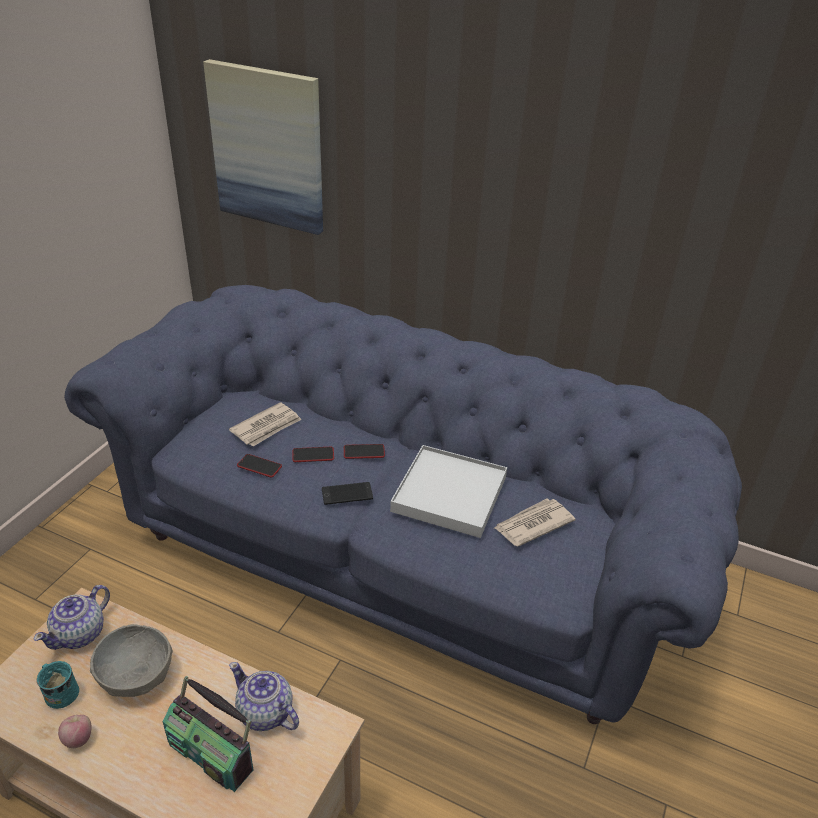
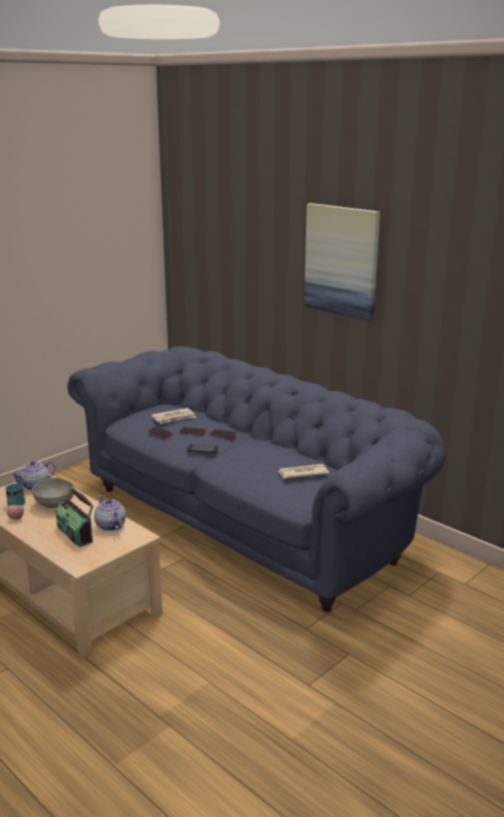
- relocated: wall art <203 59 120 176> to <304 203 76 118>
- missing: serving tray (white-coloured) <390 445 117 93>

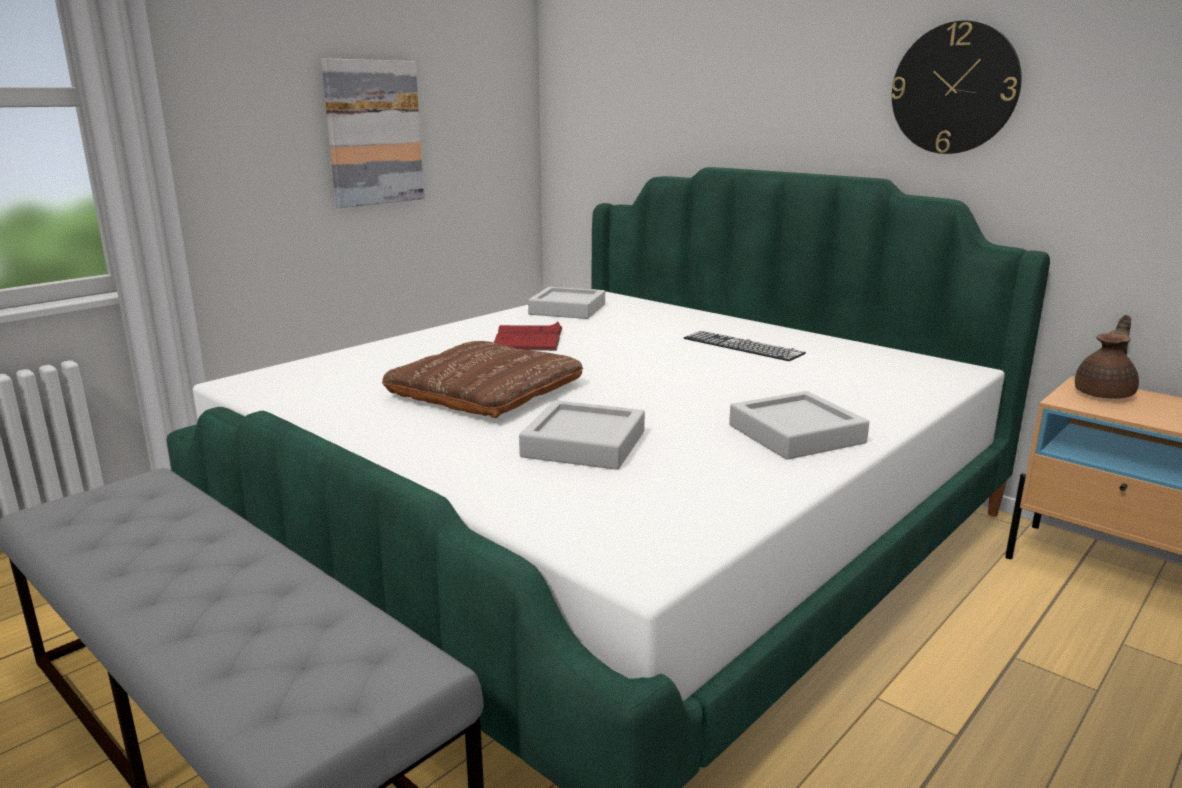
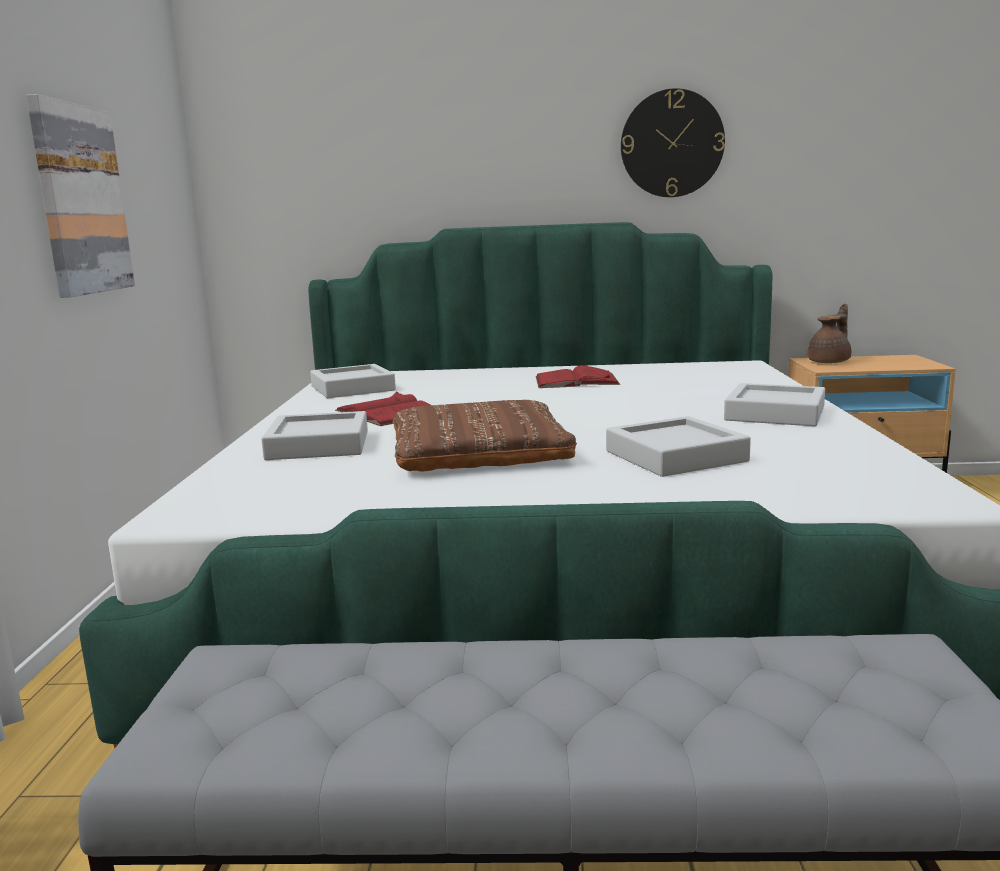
- spun: tea pot (brown-coloured) <1075 315 64 84> = <807 304 44 59> 45 degrees clockwise
- exchanged: keyboard <684 331 122 30> to bound book (red-coloured) <536 365 84 23>
- appeared: serving tray (gray) <261 411 107 49>

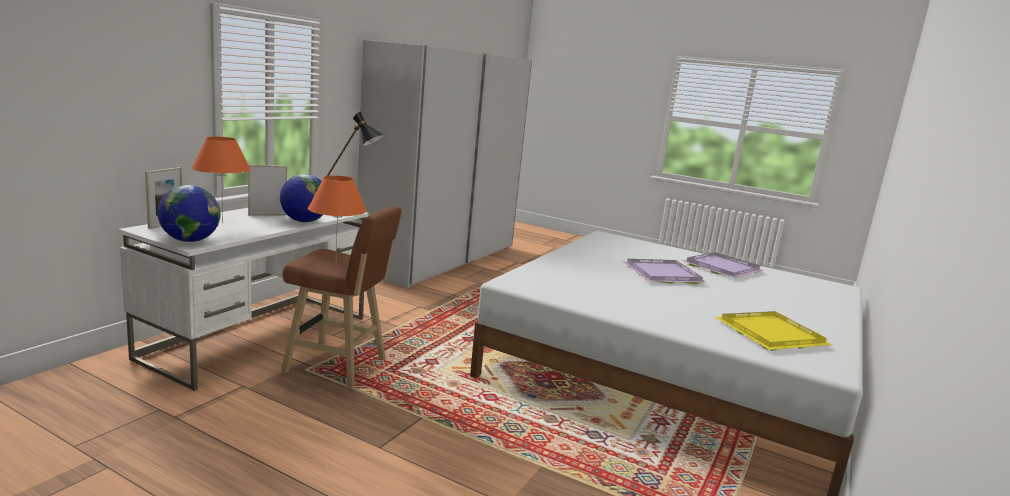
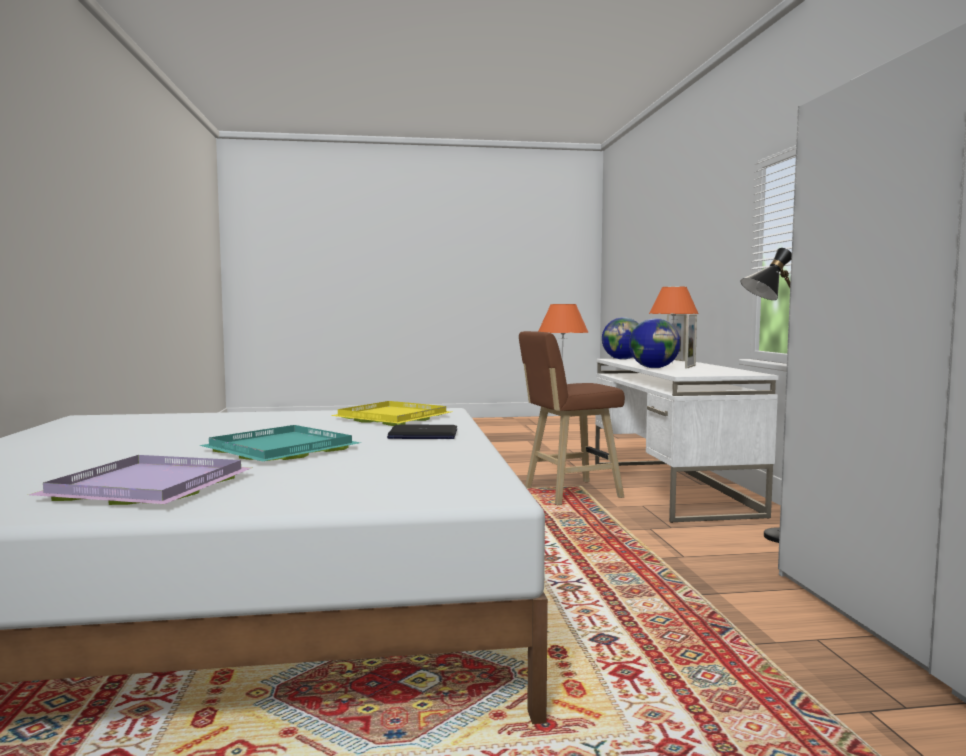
- colour: serving tray (purple) <622 259 85 25> to serving tray (blue-green) <199 425 161 37>
- relocated: serving tray (yellowish) <715 311 117 40> to <330 401 121 25>
- appeared: portable computer <387 425 70 14>

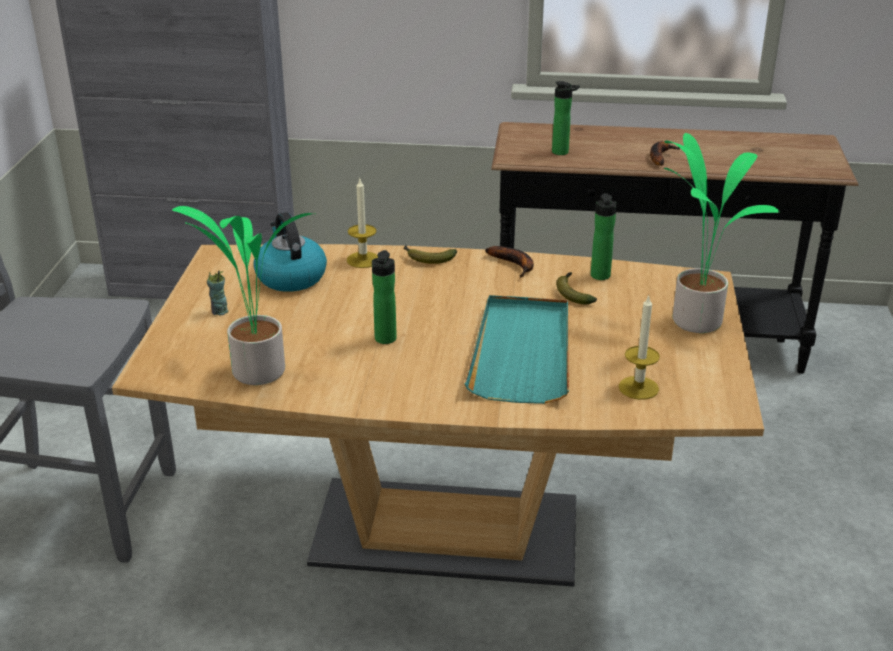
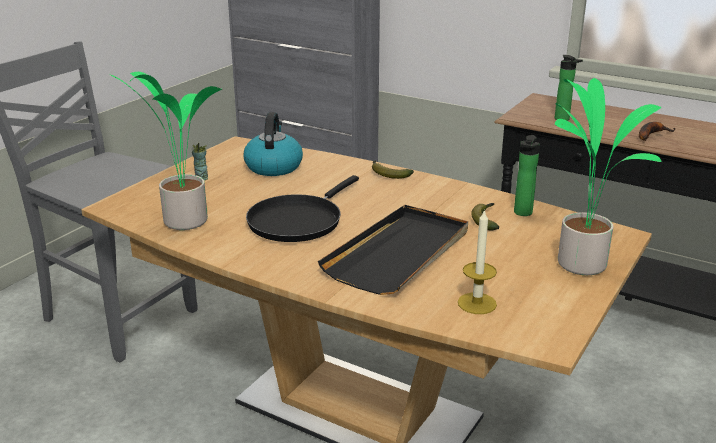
- missing: wax candle <347 179 31 89>
- missing: whole banana <485 246 49 32>
- exchanged: drink bottle <372 250 25 94> to pan (blackish) <246 175 113 67>
- colour: serving tray (blue-green) <465 295 104 109> to serving tray (blackish) <318 205 150 90>

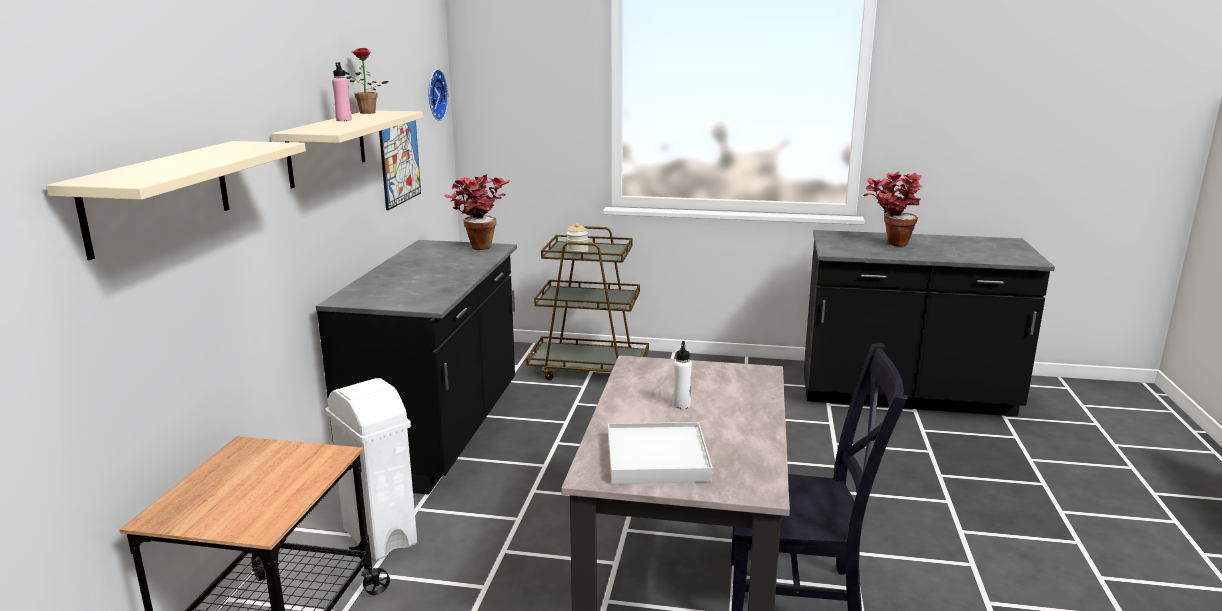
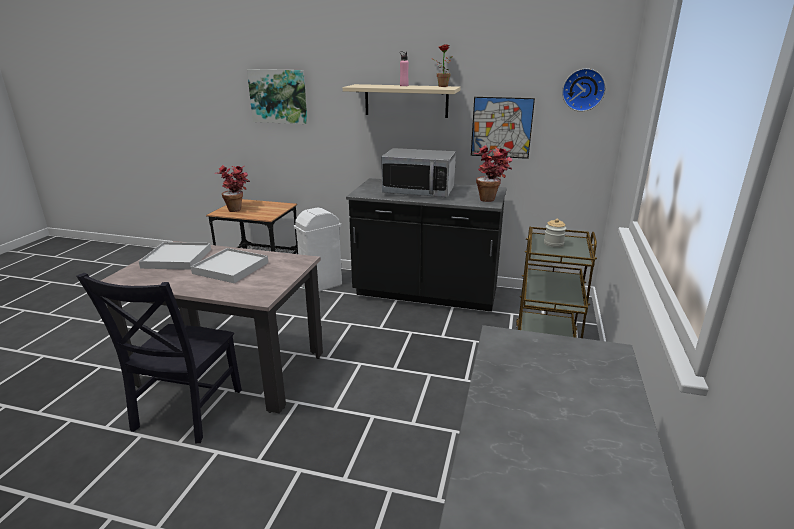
- exchanged: wall shelf (sand-coloured) <46 141 260 119> to wall art <247 69 61 55>
- relocated: potted plant <863 172 60 75> to <214 165 36 47>
- exchanged: drink bottle (white-coloured) <672 341 20 68> to serving tray (white-coloured) <191 248 77 35>
- appeared: microwave oven <381 148 75 49>

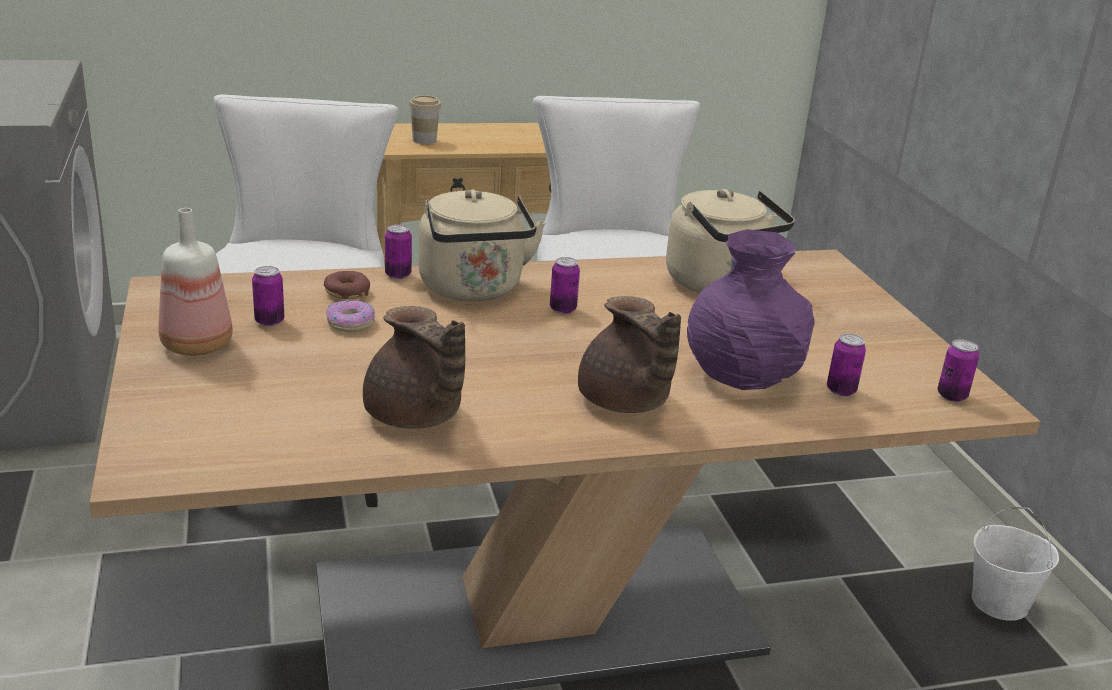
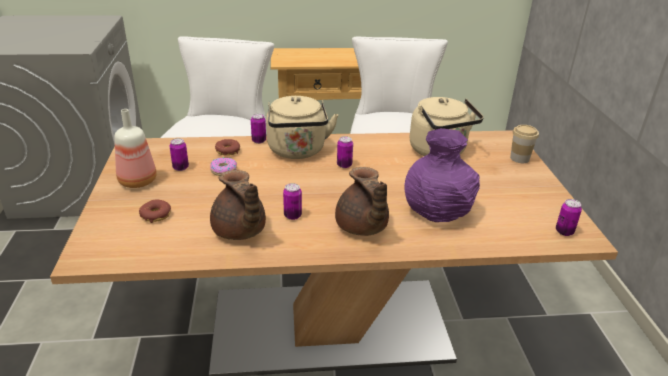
- relocated: cup <409 95 32 49> to <510 125 29 38>
- relocated: sealed can <827 334 39 62> to <283 183 19 37>
- missing: pail (white-coloured) <972 507 87 114>
- appeared: ring doughnut <139 199 32 24>

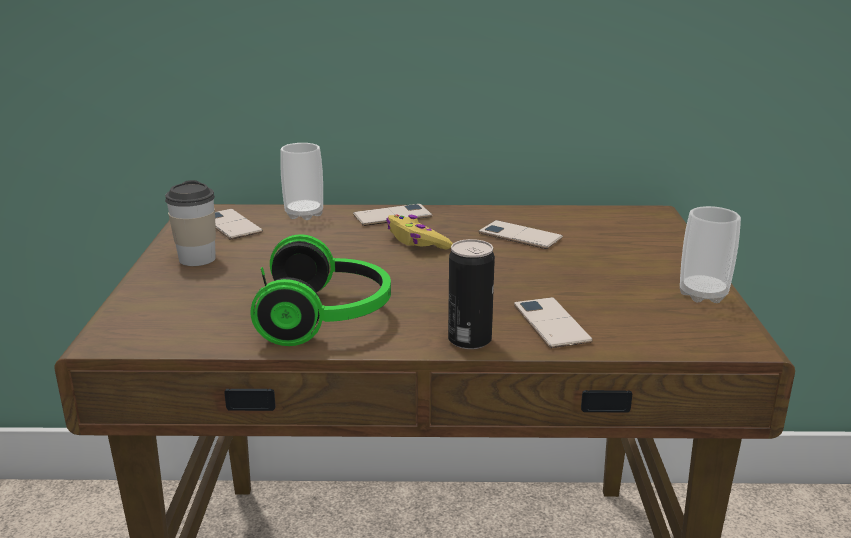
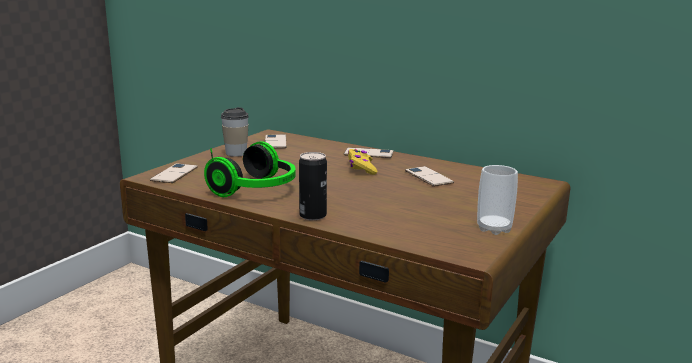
- missing: cup <280 143 43 77>
- relocated: phone <514 297 79 51> to <150 163 48 20>

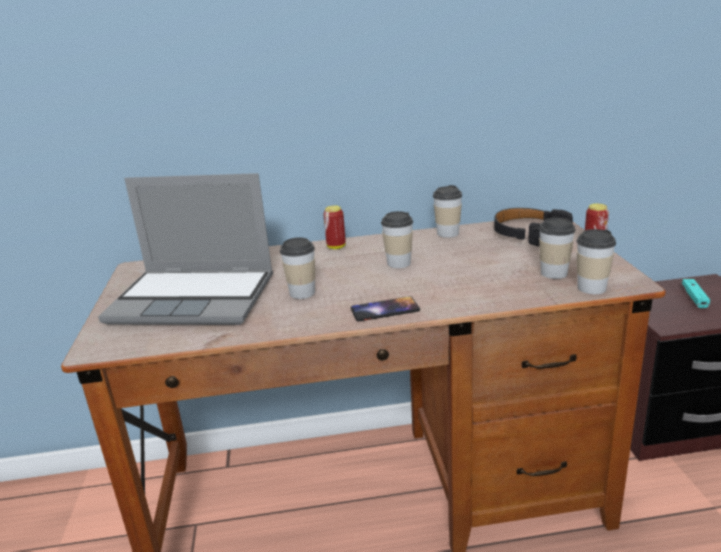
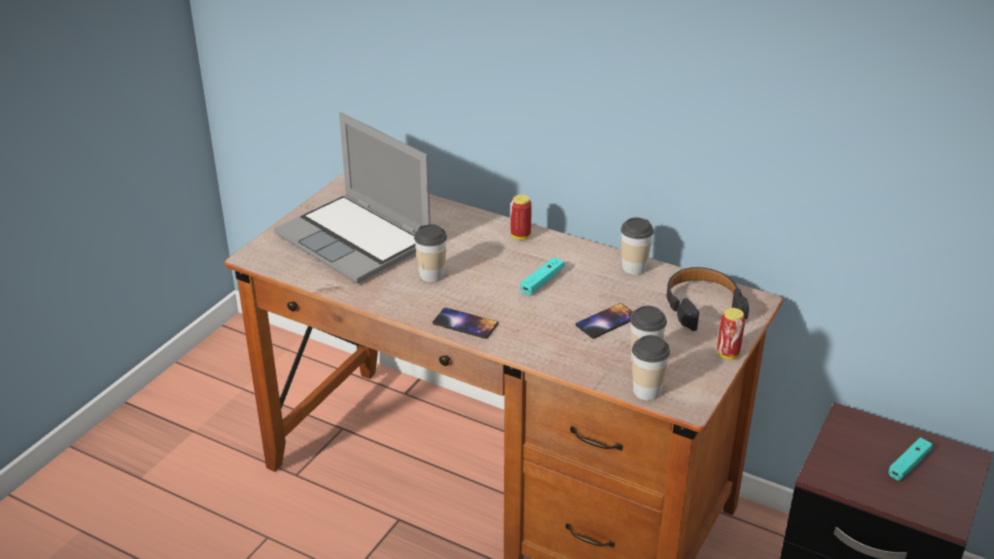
- exchanged: cup <381 211 32 57> to gamepad (blue-green) <520 257 45 38>
- appeared: phone <575 303 58 36>

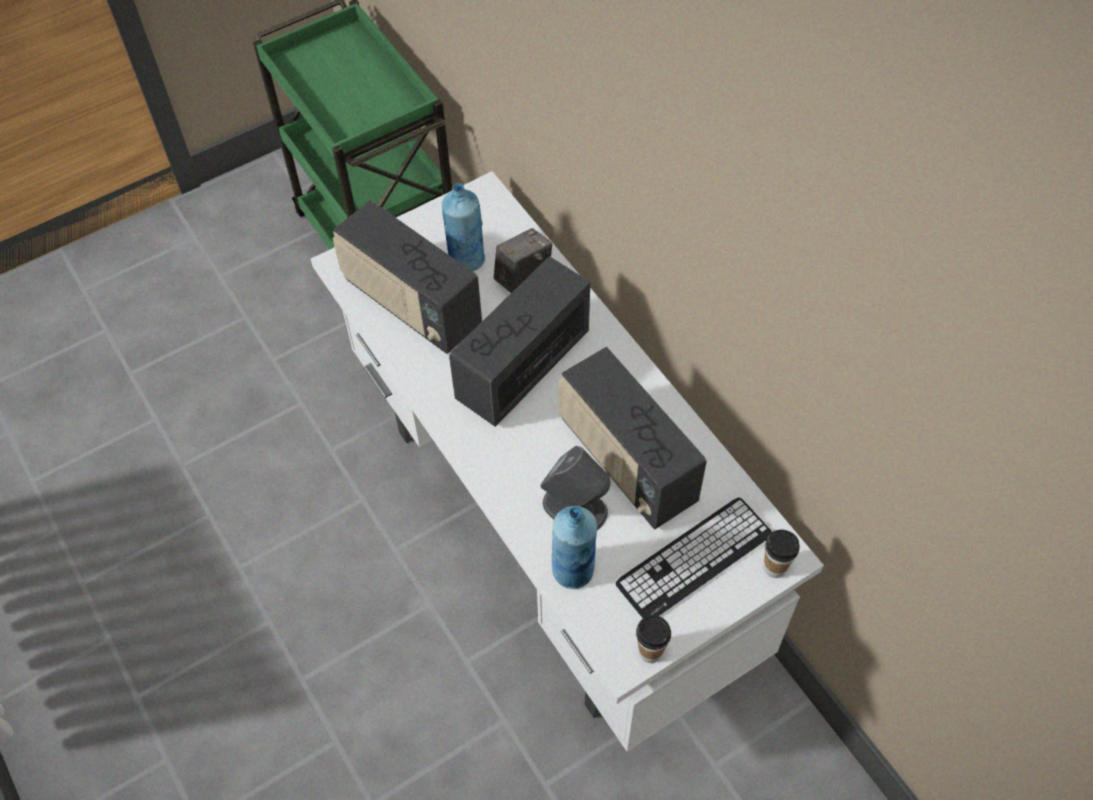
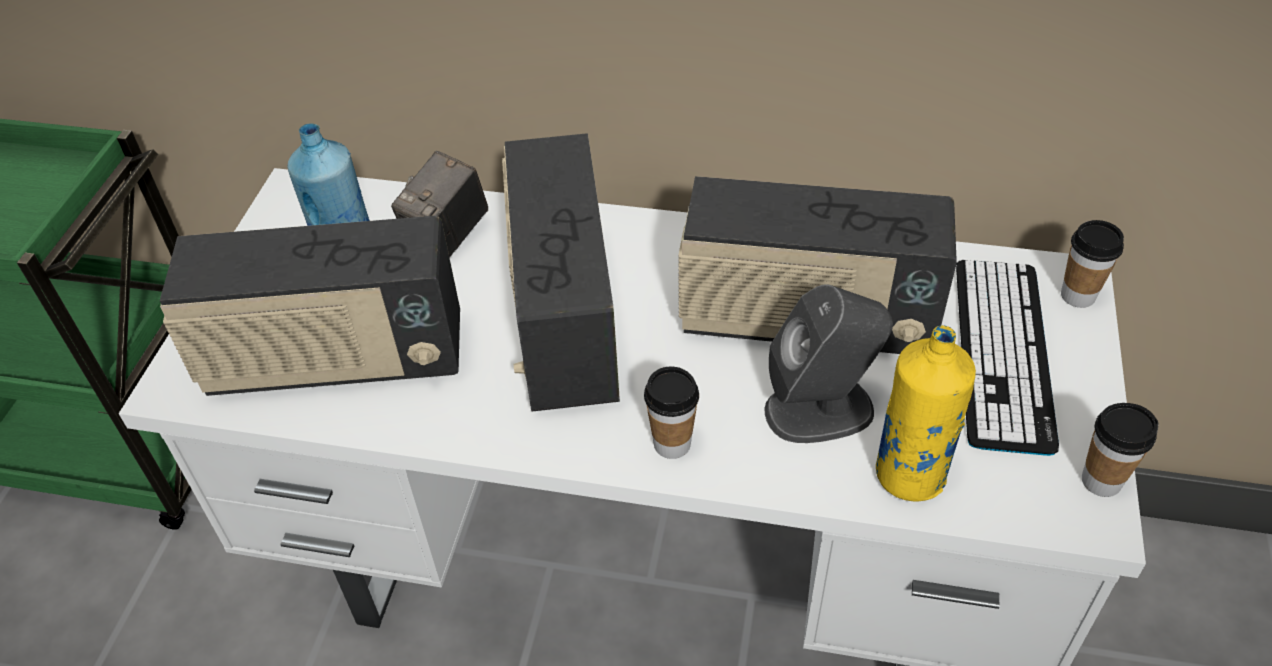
- spun: photo camera <494 228 58 65> = <391 151 97 107> 150 degrees counterclockwise
- colour: drink bottle (blue) <552 506 45 83> to drink bottle (yellowish) <876 325 100 177>
- appeared: cup <644 366 55 93>

